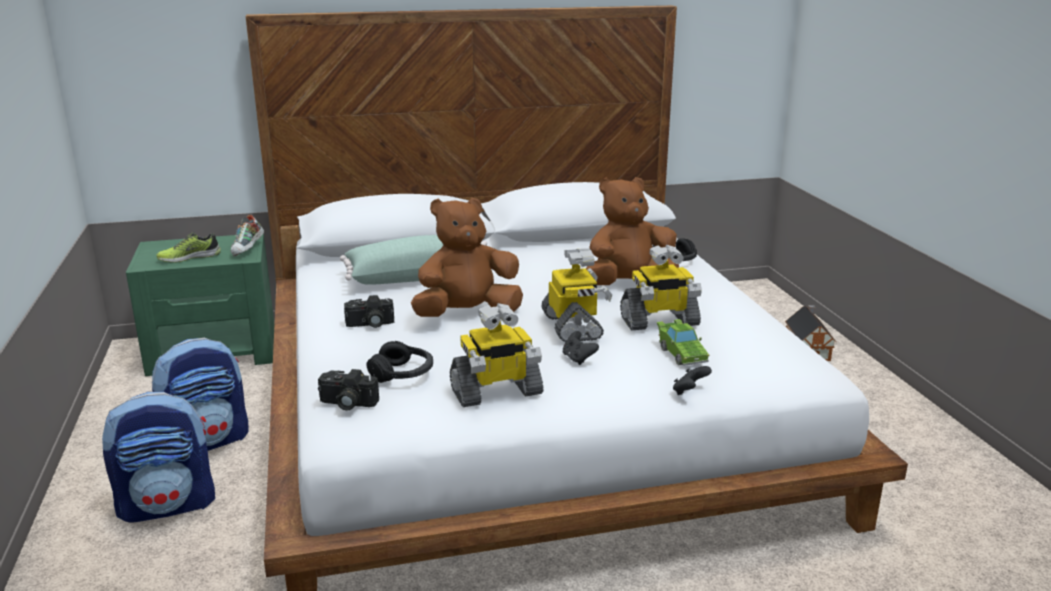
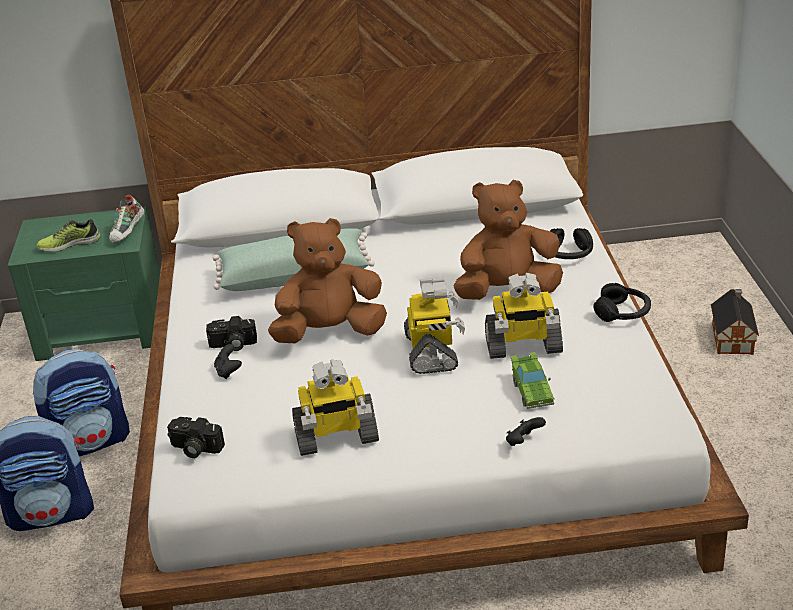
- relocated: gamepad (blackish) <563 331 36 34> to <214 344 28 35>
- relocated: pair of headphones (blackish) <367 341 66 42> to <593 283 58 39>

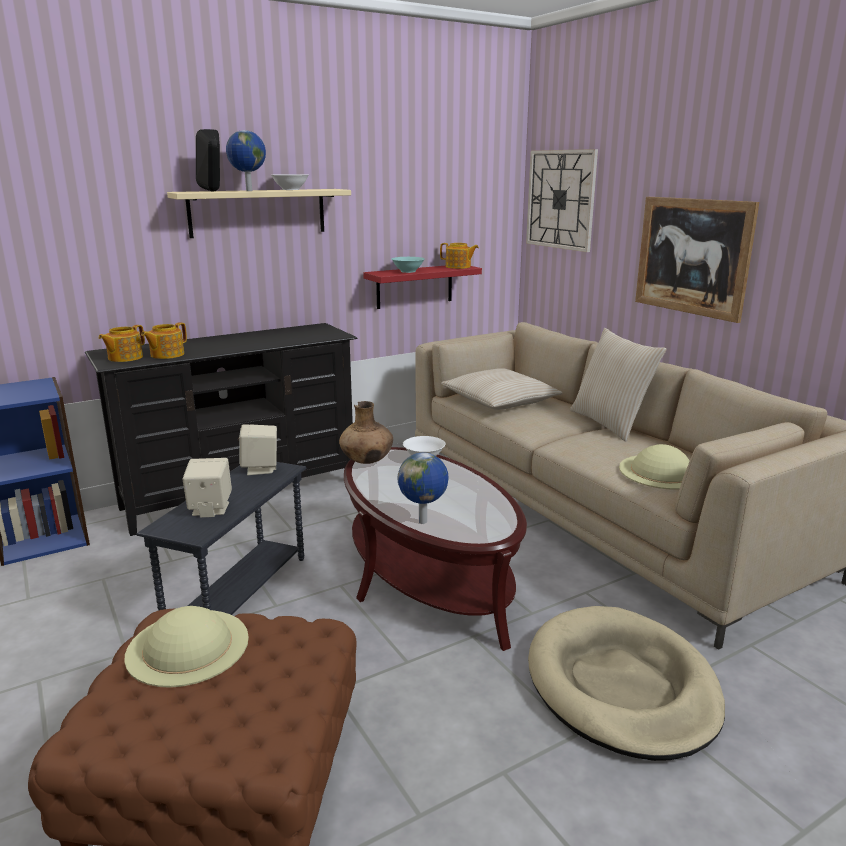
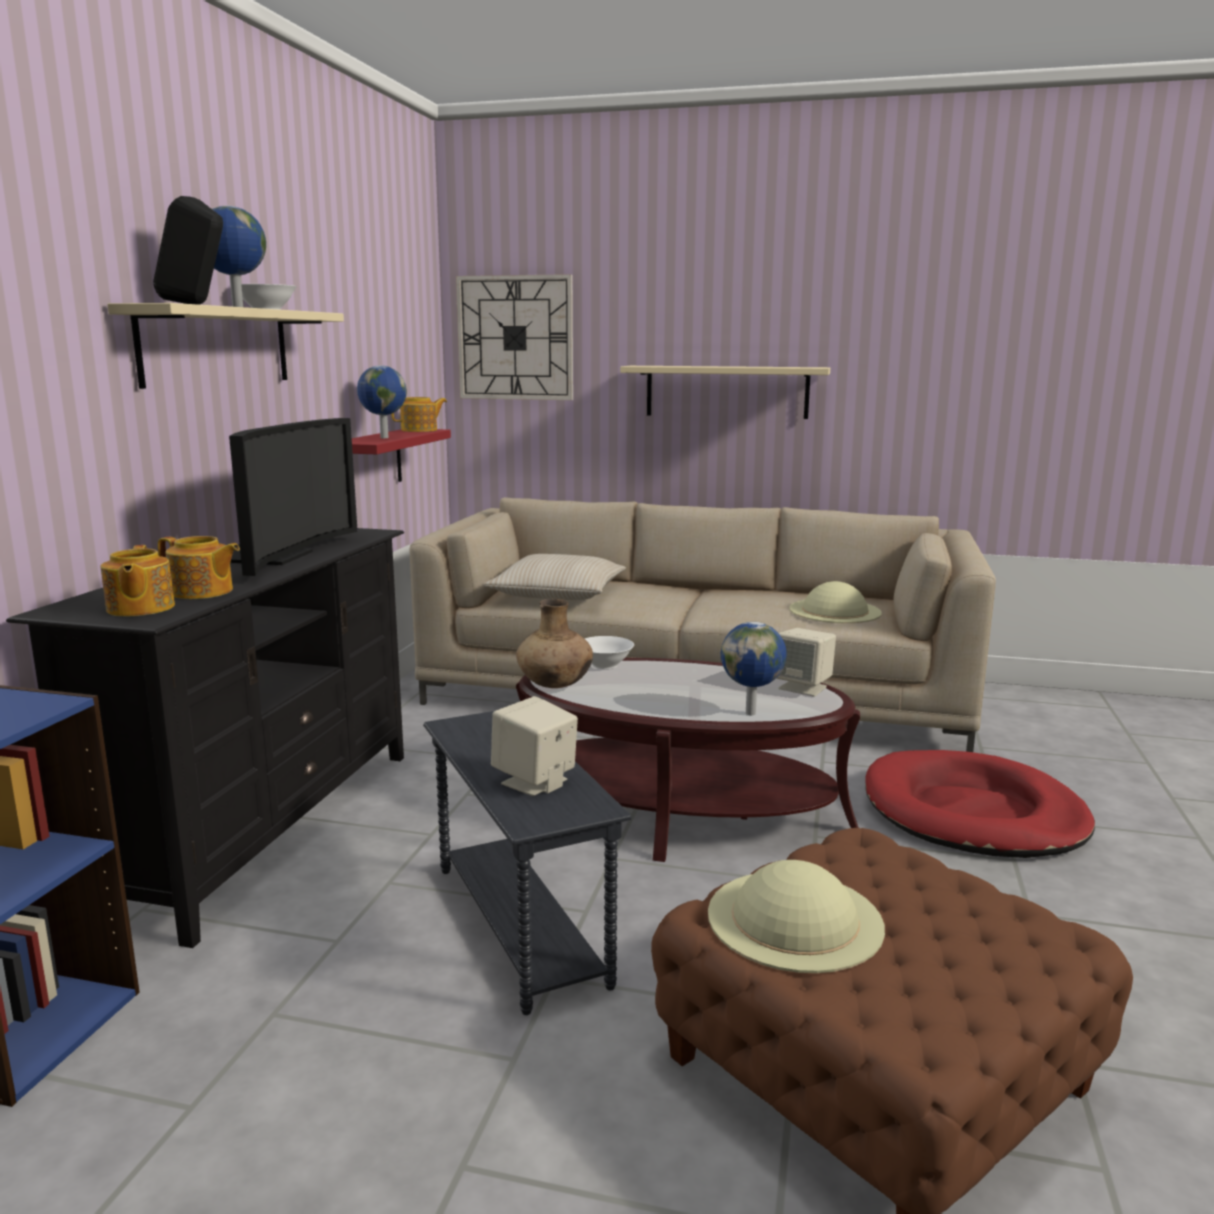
- exchanged: wall art <635 197 124 126> to wall shelf (sand-coloured) <620 366 210 53>
- exchanged: serving bowl (blue-green) <392 257 33 16> to world globe <357 365 50 73>
- spun: tea pot <141 322 46 37> = <158 536 82 63> 60 degrees counterclockwise
- missing: cushion (sand-coloured) <570 328 97 114>
- relocated: audio speaker (sand-coloured) <239 424 38 51> to <776 628 60 69>
- colour: dog bed (sand-coloured) <528 606 197 155> to dog bed (red-coloured) <865 750 230 108>
- appeared: TV set <229 418 129 158>

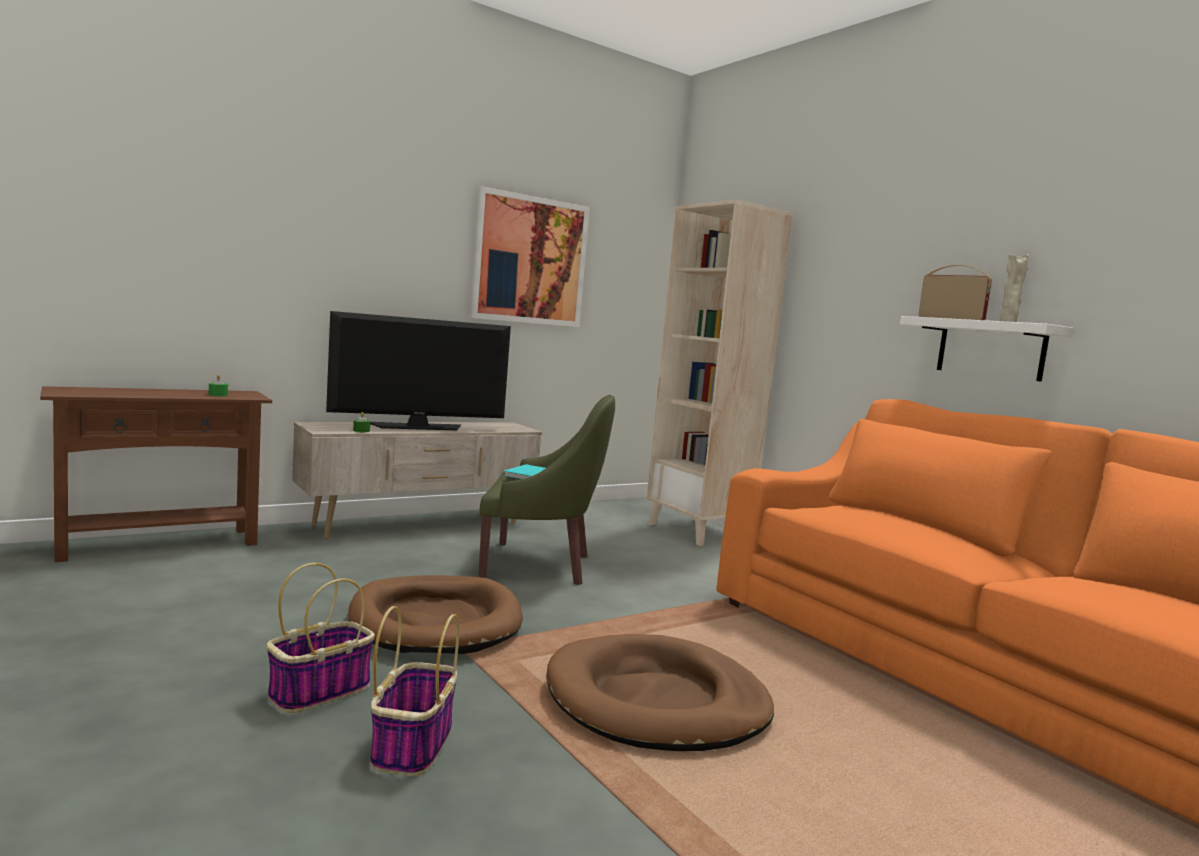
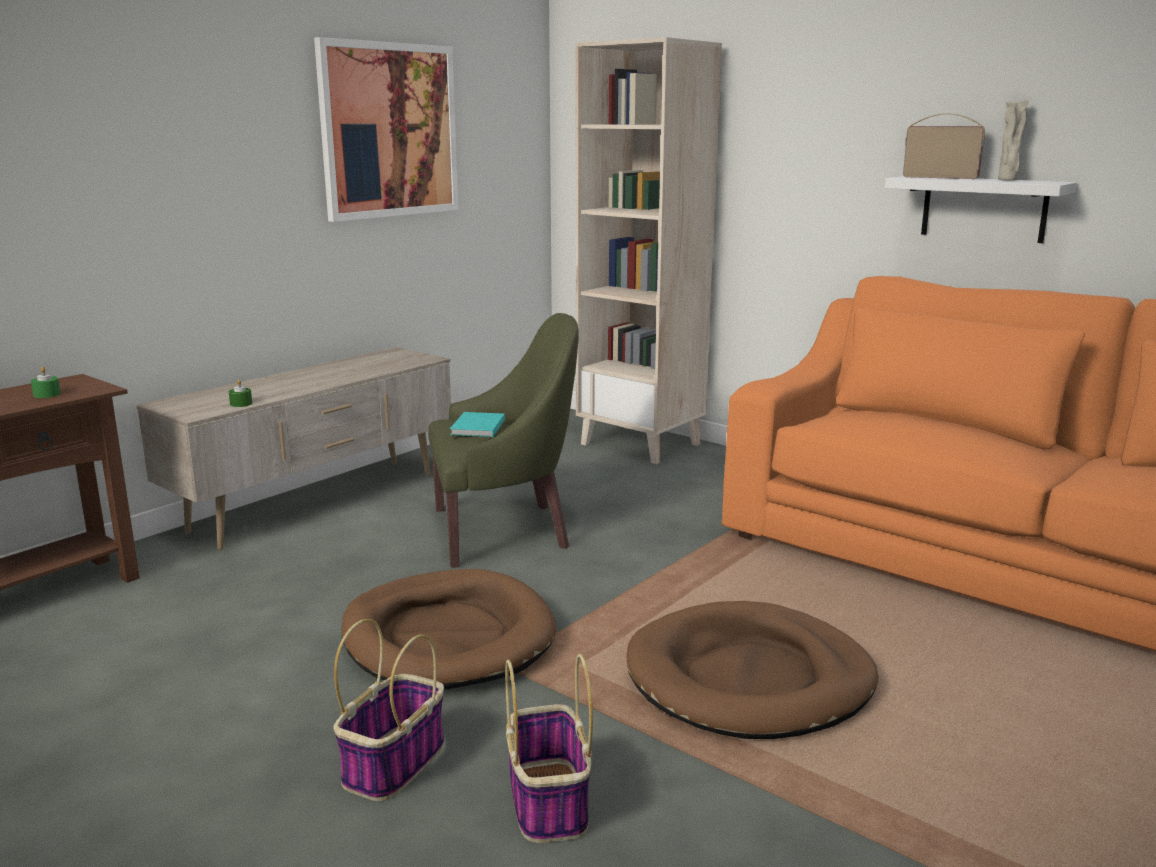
- missing: TV set <326 311 185 119>

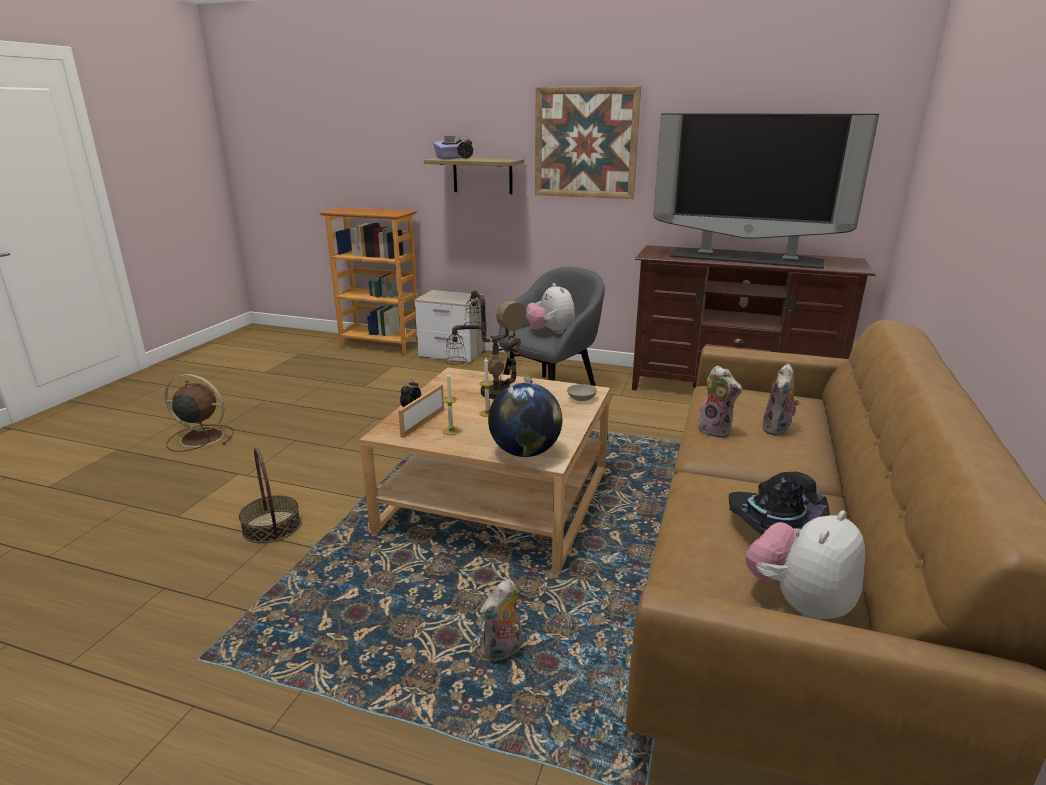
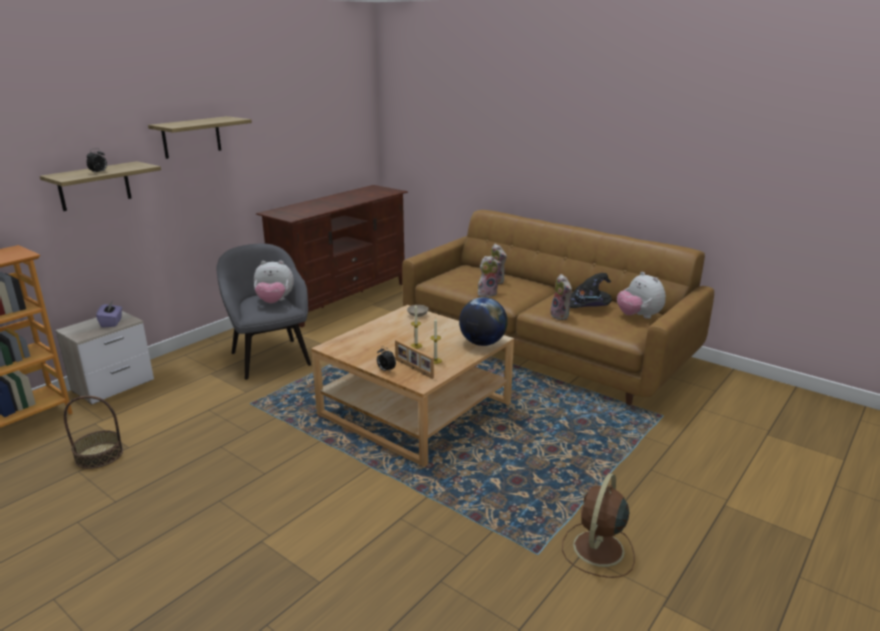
- exchanged: wall art <535 86 106 113> to wall shelf <148 116 104 43>
- missing: TV set <653 113 226 156>
- relocated: tissue holder (purple) <434 136 26 23> to <96 300 26 28>
- missing: lamp for a table <445 291 88 108>
- relocated: cooling fan (brown-coloured) <165 374 69 78> to <562 473 73 105>
- relocated: household basket <239 448 62 95> to <64 396 59 73>
- relocated: plush toy <480 579 42 82> to <550 274 22 46>

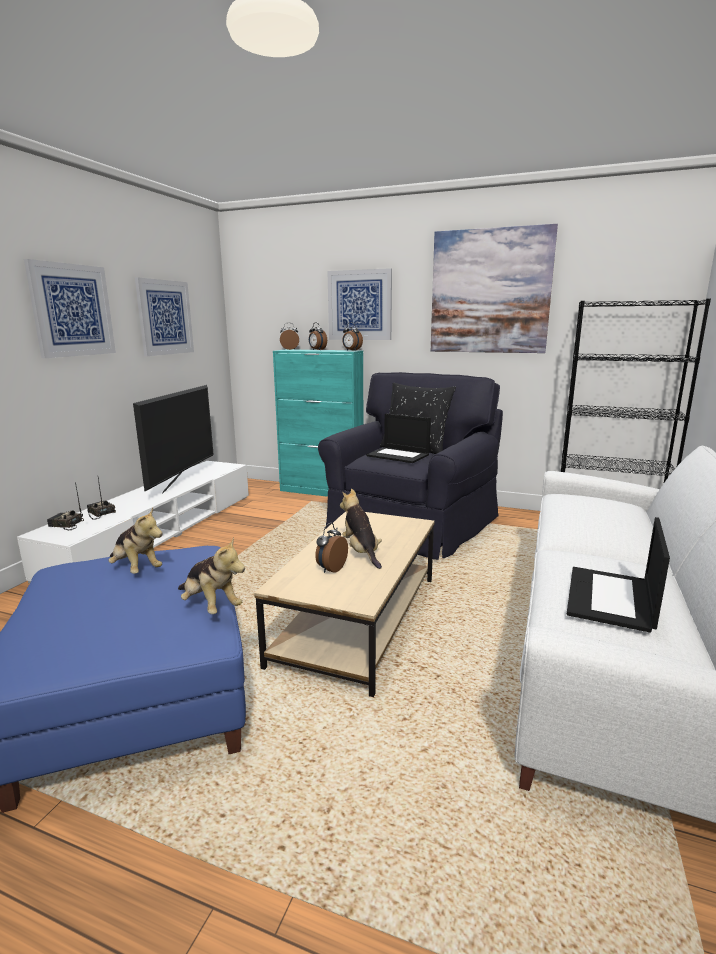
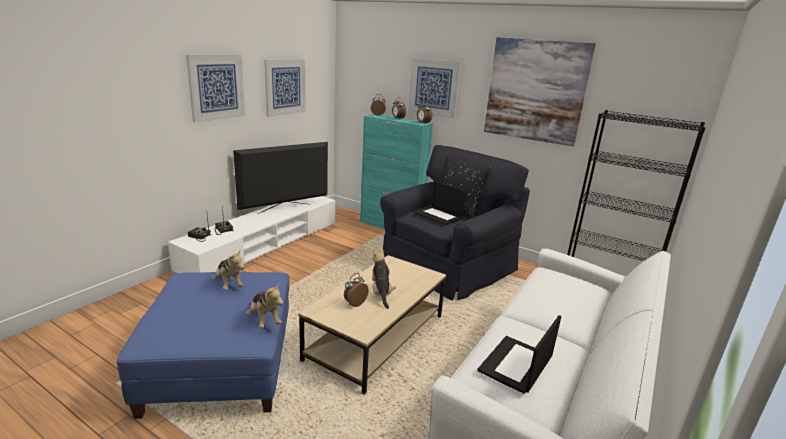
- spun: TV set <133 385 80 109> = <233 142 95 72> 150 degrees counterclockwise

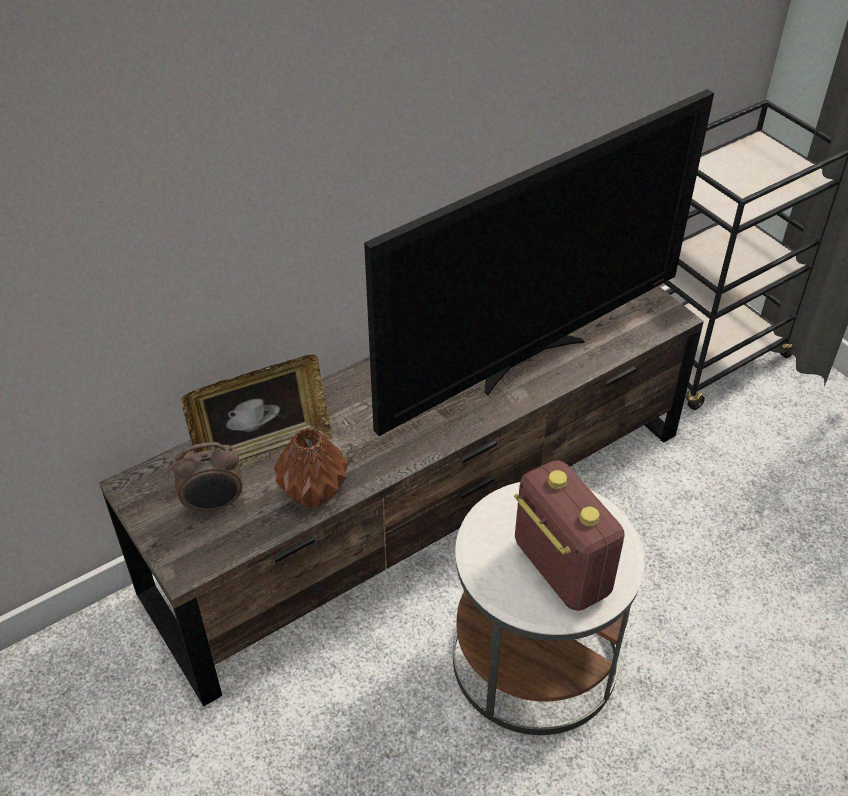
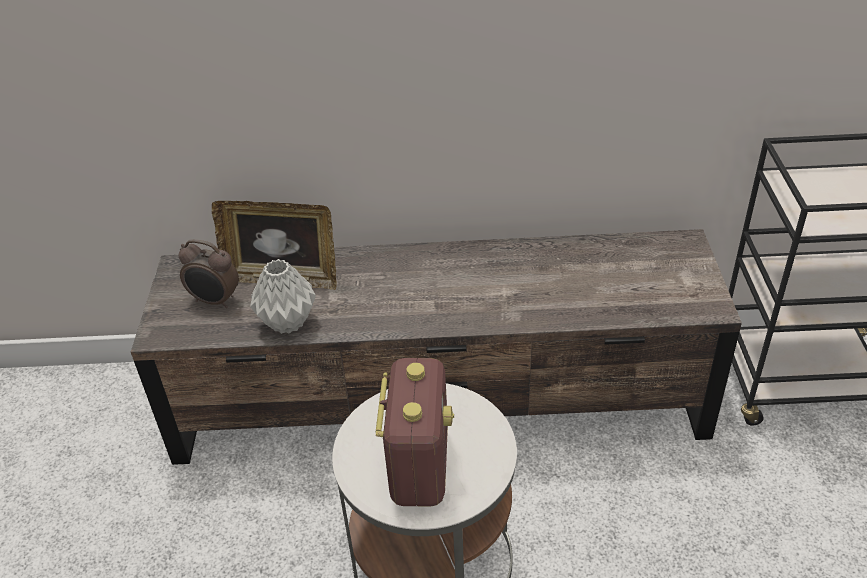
- missing: TV set <364 89 350 347>
- colour: vase (brown-coloured) <274 428 74 80> to vase (gray) <250 259 66 75>

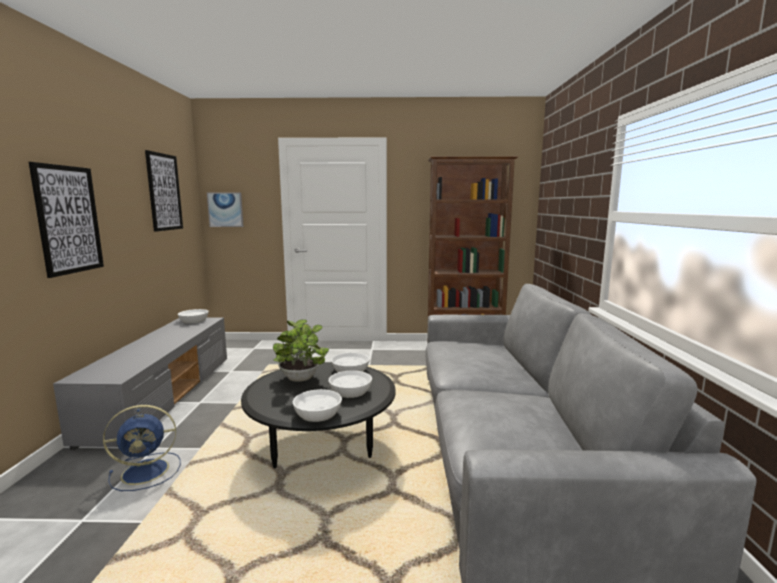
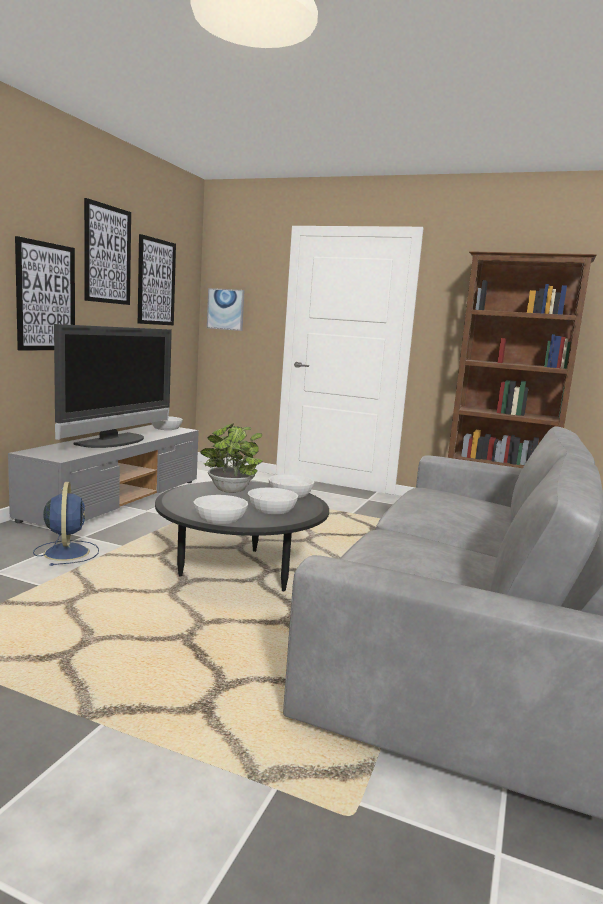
- spun: cooling fan (blue) <103 405 78 86> = <33 482 66 84> 105 degrees counterclockwise
- appeared: wall art <84 198 47 107>
- appeared: TV set <54 324 118 124>

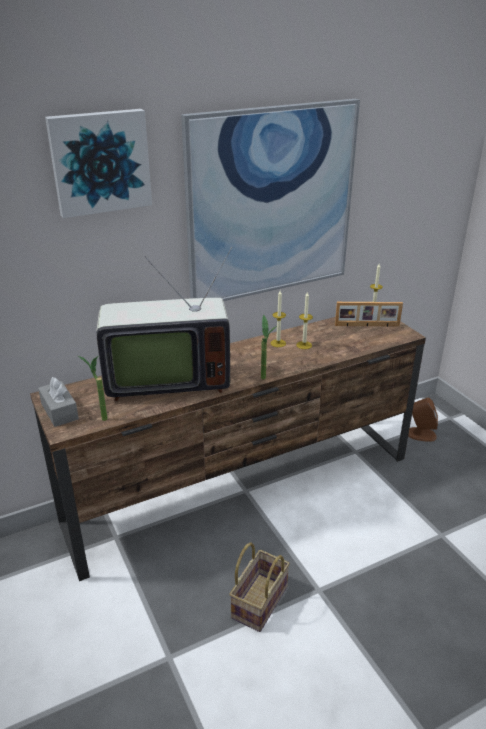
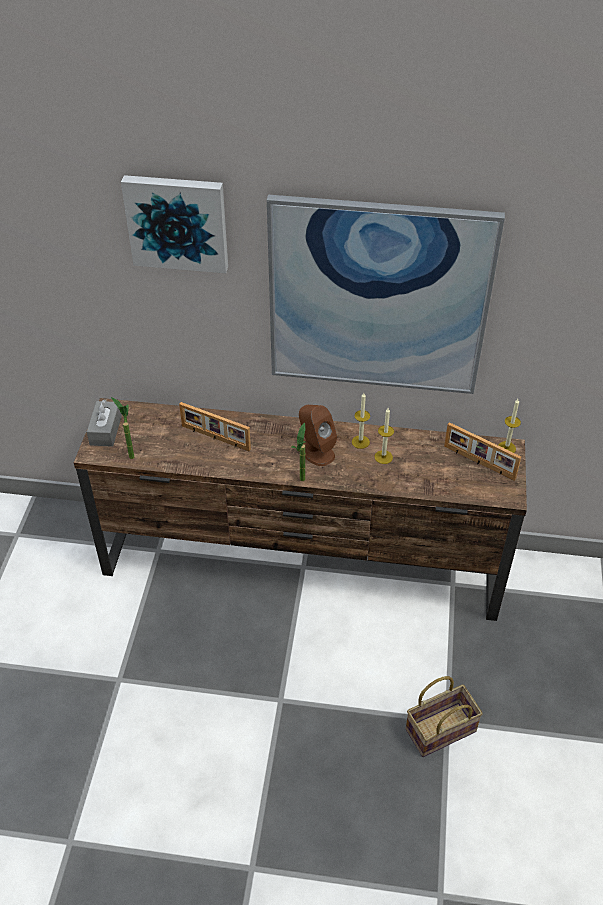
- exchanged: TV set <96 247 136 154> to picture frame <179 402 72 49>
- relocated: audio speaker (brown-coloured) <408 397 30 45> to <299 405 38 61>
- relocated: household basket <229 542 61 90> to <405 676 78 81>

